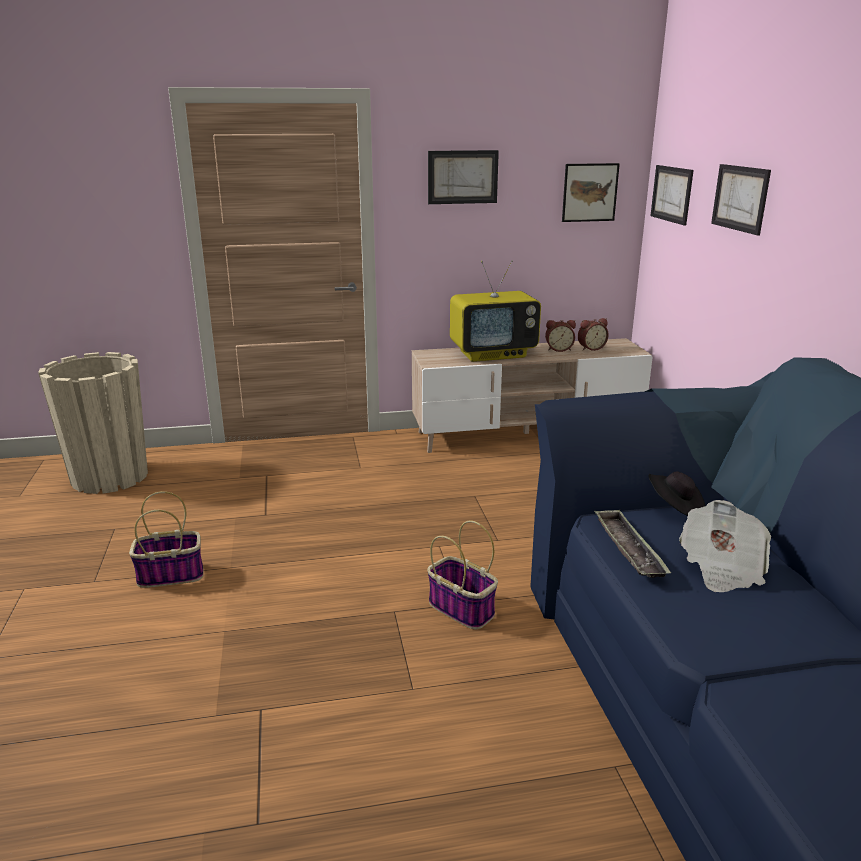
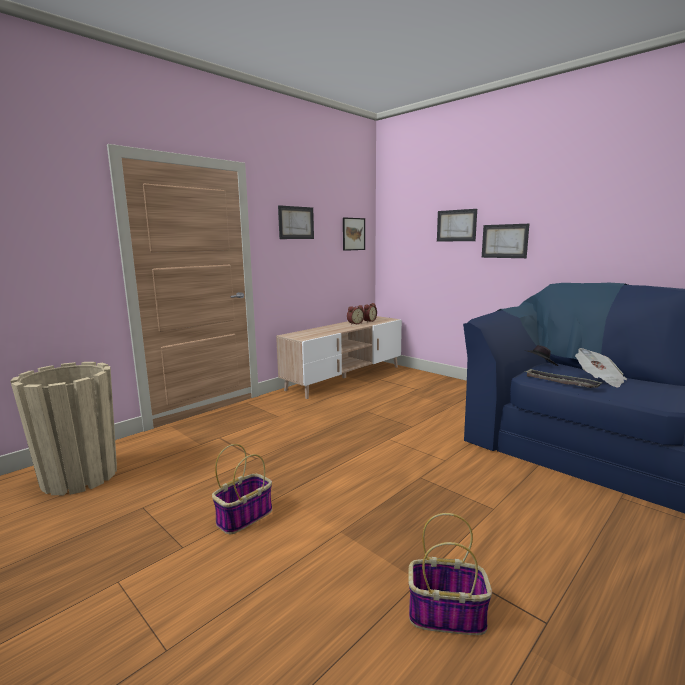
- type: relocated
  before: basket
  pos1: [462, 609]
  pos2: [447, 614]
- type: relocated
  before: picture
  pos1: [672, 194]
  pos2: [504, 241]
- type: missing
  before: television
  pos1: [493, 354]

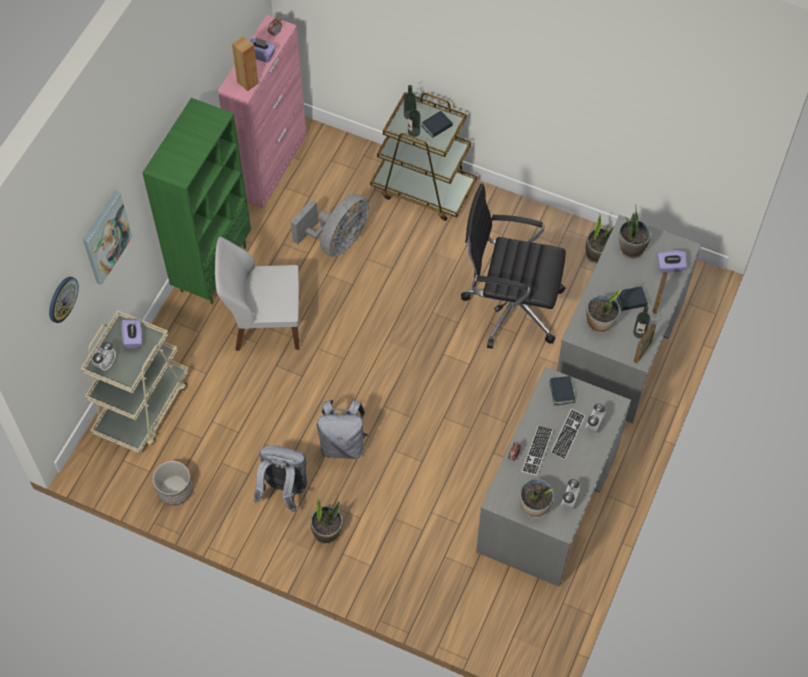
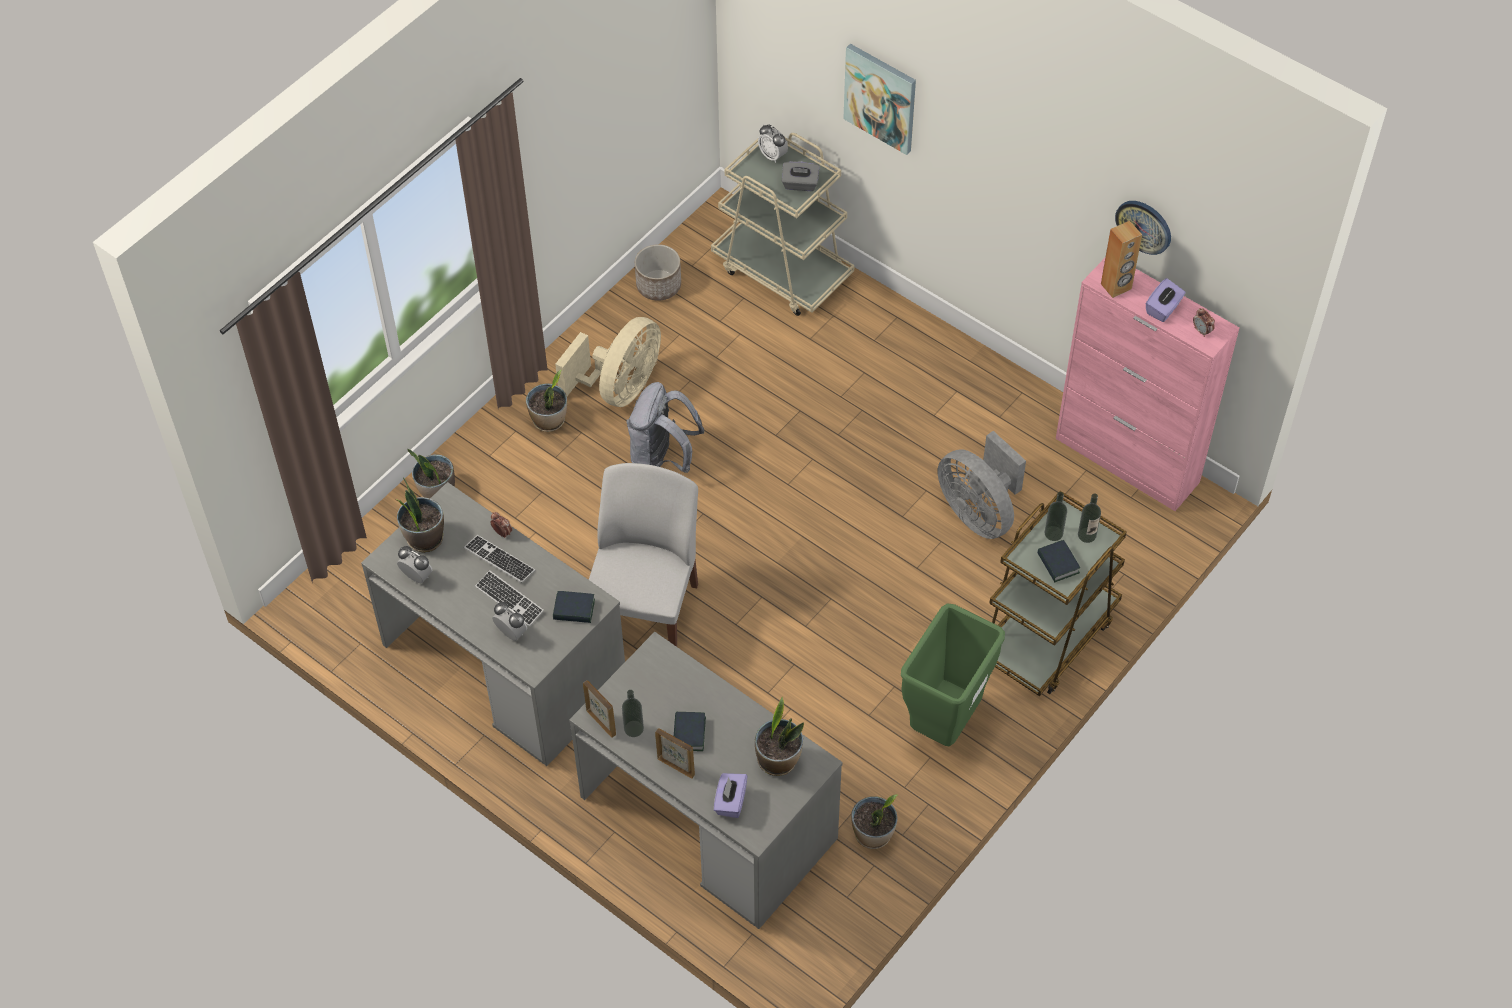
- type: relocated
  before: potted plant
  pos1: [600, 323]
  pos2: [437, 492]
- type: exchanged
  before: grey backpack
  after: beige fan
  pos1: [283, 490]
  pos2: [620, 388]
- type: relocated
  before: white chair
  pos1: [265, 323]
  pos2: [646, 610]
- type: colour
  before: purple tissue box
  after: grey tissue box
  pos1: [133, 338]
  pos2: [800, 184]
- type: appeared
  after: green trash can
  pos2: [945, 722]
- type: relocated
  before: wall clock
  pos1: [62, 299]
  pos2: [1144, 226]
- type: missing
  before: green bookcase
  pos1: [213, 268]
- type: missing
  before: black office chair
  pos1: [510, 306]

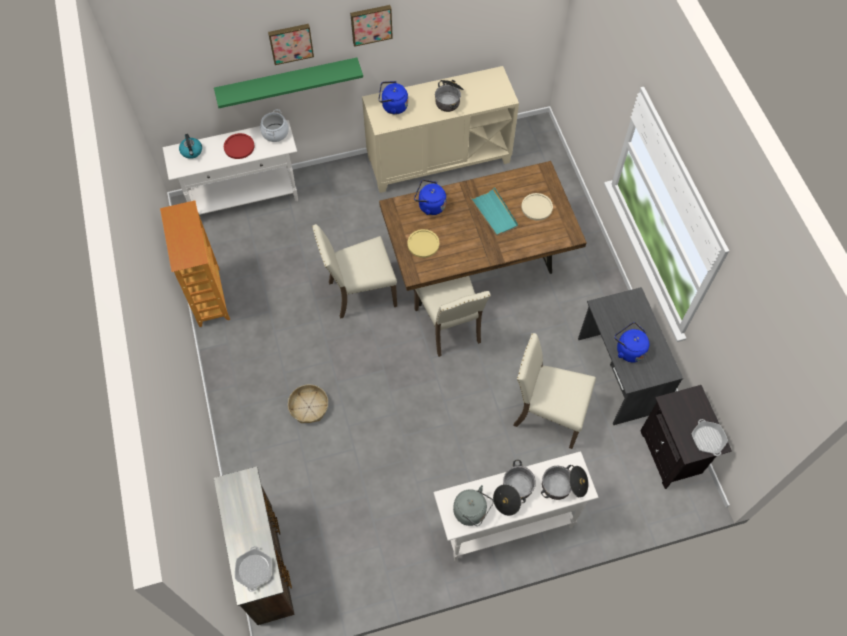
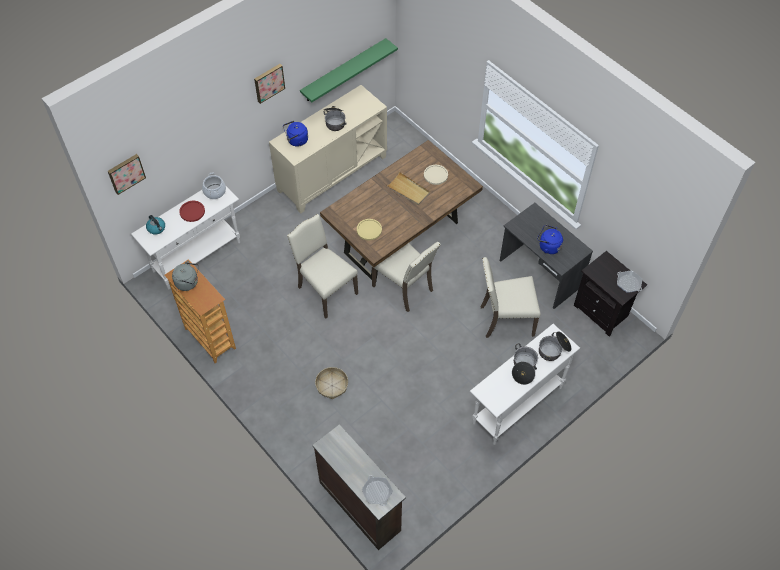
- type: relocated
  before: picture
  pos1: [291, 43]
  pos2: [126, 173]
- type: relocated
  before: grey kettle
  pos1: [472, 512]
  pos2: [188, 282]
- type: spun
  before: beige chair
  pos1: [360, 293]
  pos2: [325, 290]
  turn: 90
- type: relocated
  before: green shelf
  pos1: [287, 81]
  pos2: [344, 70]
- type: colour
  before: turquoise tray
  after: beige tray
  pos1: [494, 213]
  pos2: [408, 190]
- type: missing
  before: blue kettle
  pos1: [430, 206]

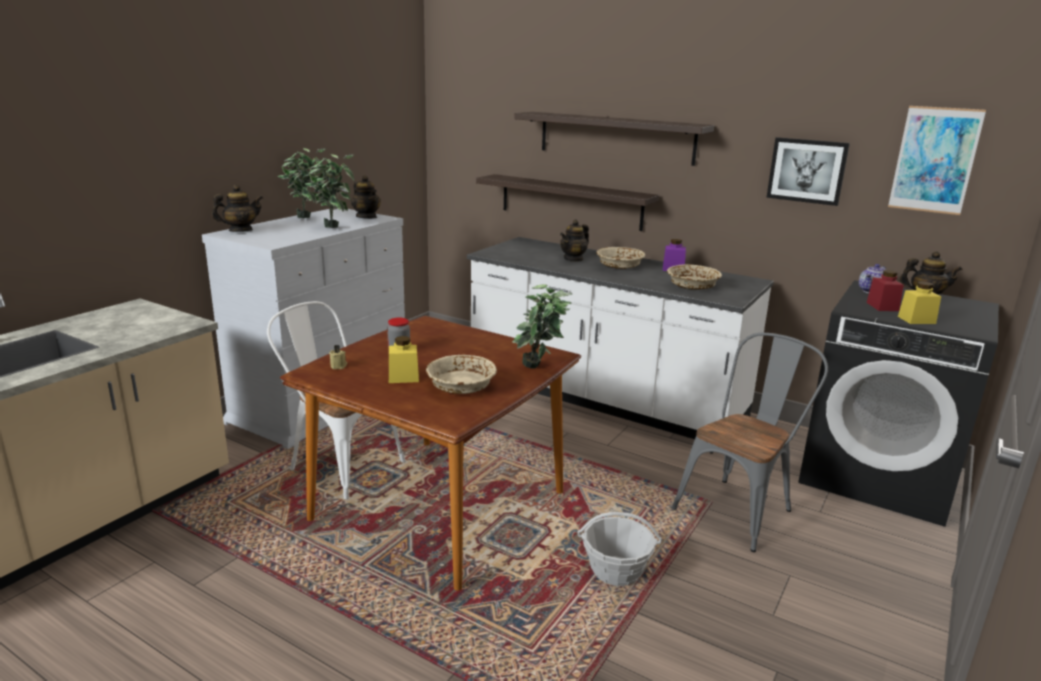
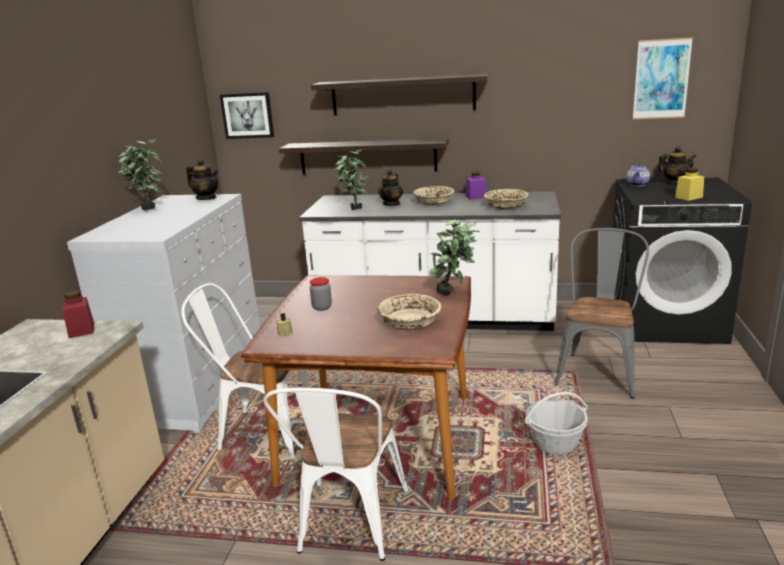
- type: relocated
  before: red jar
  pos1: [882, 306]
  pos2: [81, 330]
- type: relocated
  before: picture
  pos1: [807, 170]
  pos2: [247, 115]
- type: appeared
  after: white chair
  pos2: [349, 527]
- type: relocated
  before: potted plant
  pos1: [333, 226]
  pos2: [354, 208]
- type: missing
  before: teapot
  pos1: [240, 230]
- type: missing
  before: yellow jar
  pos1: [403, 377]

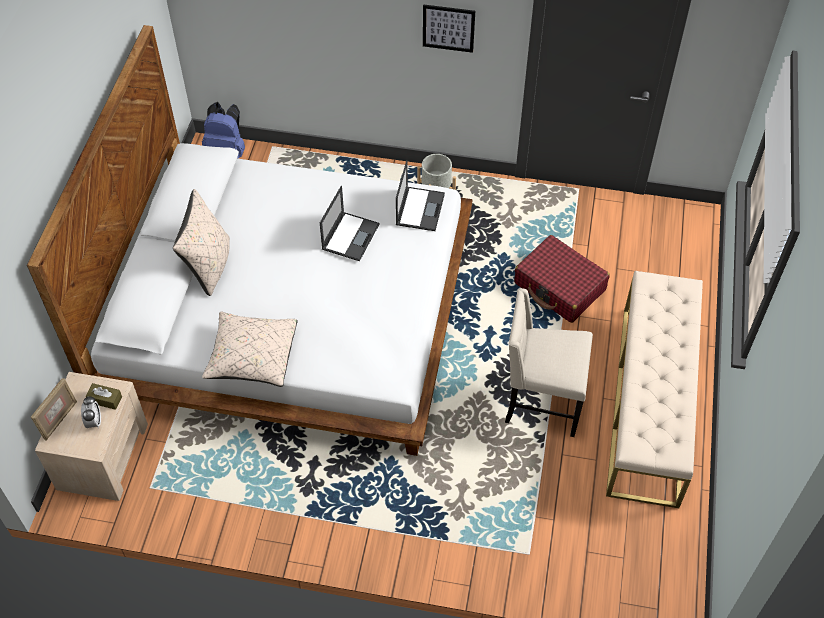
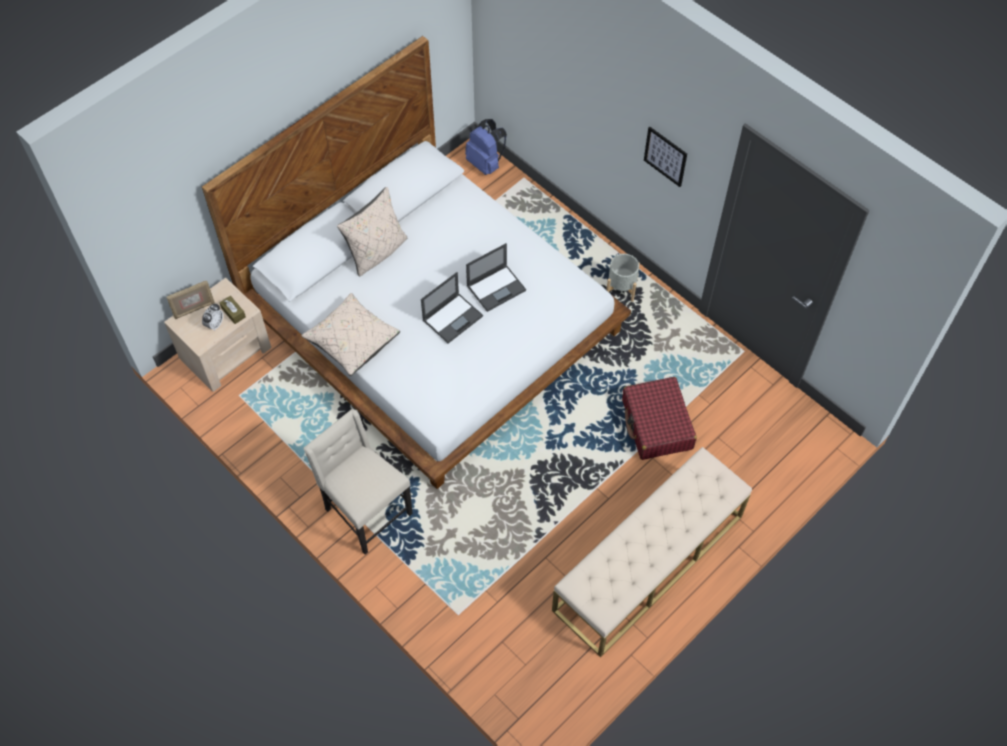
- type: relocated
  before: beige chair
  pos1: [541, 403]
  pos2: [366, 512]
- type: relocated
  before: laptop
  pos1: [420, 208]
  pos2: [453, 317]

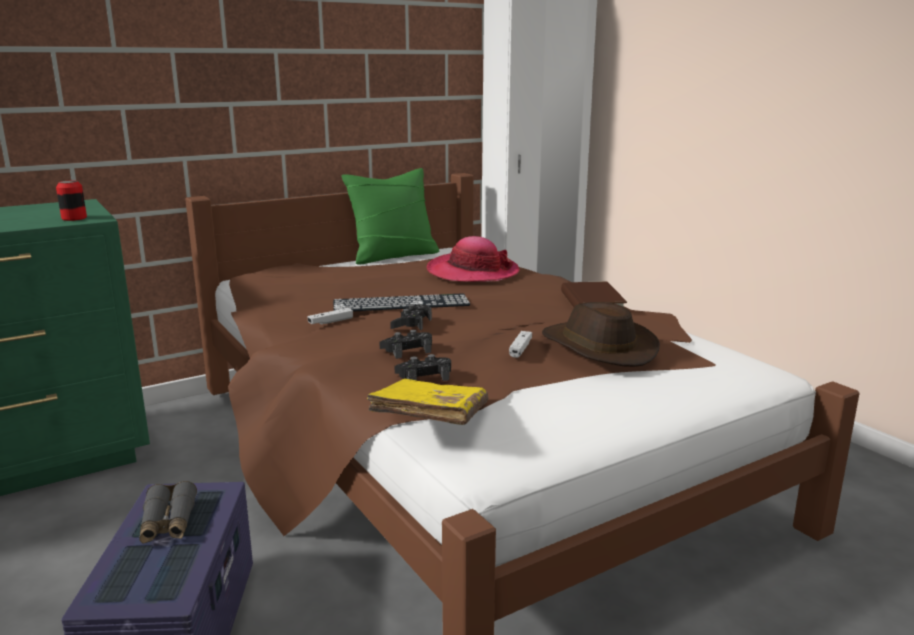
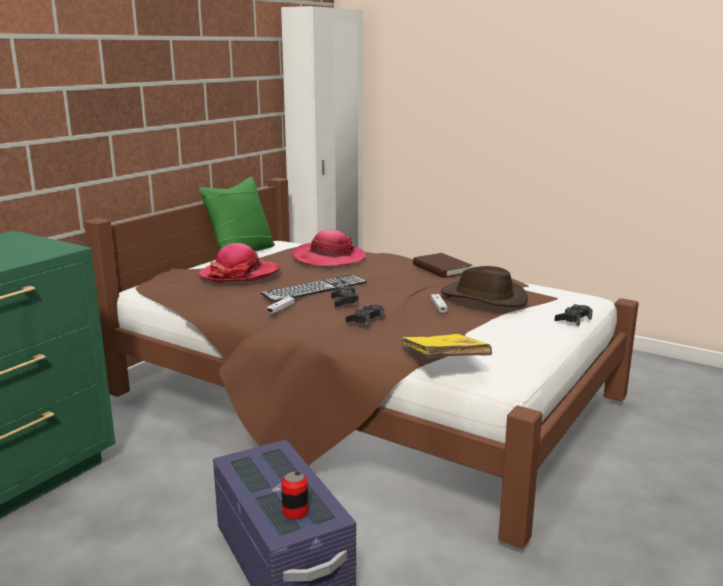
- type: appeared
  after: hat
  pos2: [239, 274]
- type: relocated
  before: can
  pos1: [74, 218]
  pos2: [295, 512]
- type: relocated
  before: black game controller
  pos1: [424, 376]
  pos2: [573, 320]
- type: missing
  before: grey binoculars
  pos1: [168, 523]

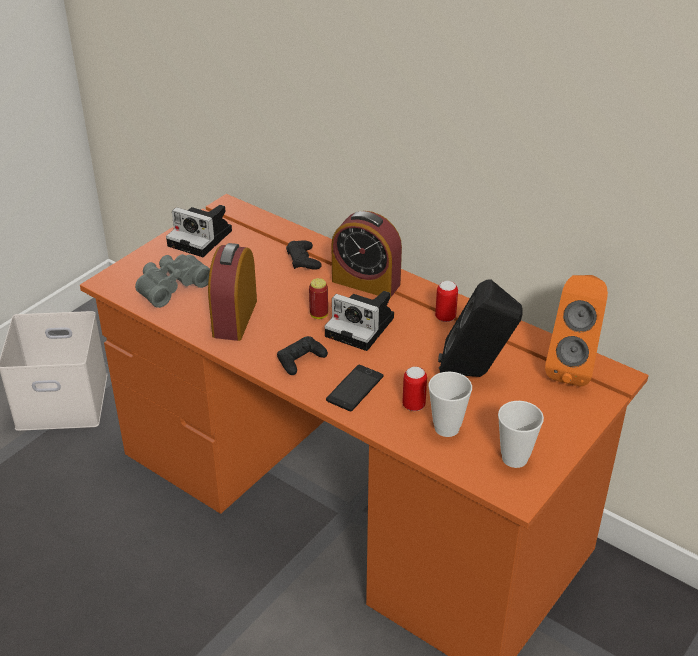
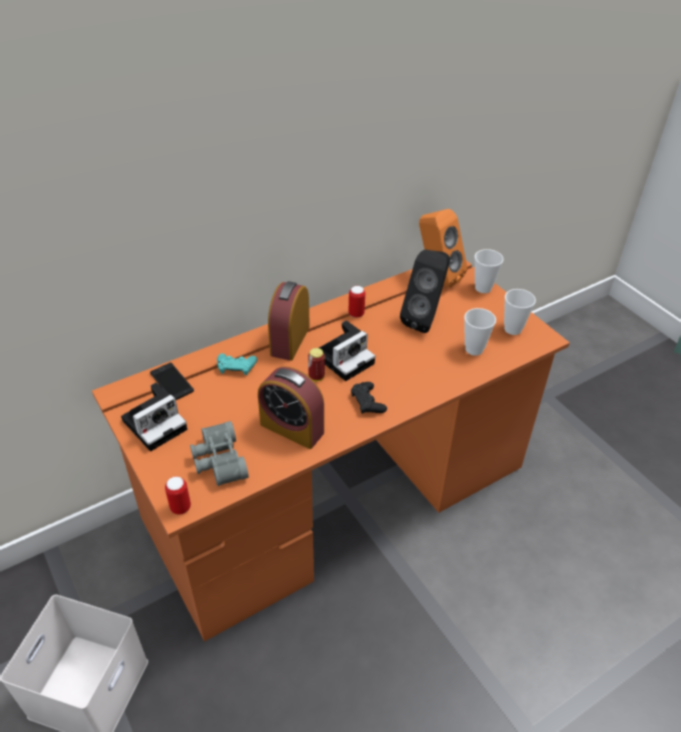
- type: relocated
  before: phone
  pos1: [355, 388]
  pos2: [172, 382]
- type: relocated
  before: can
  pos1: [413, 405]
  pos2: [180, 507]
- type: colour
  before: black game controller
  after: turquoise game controller
  pos1: [303, 260]
  pos2: [236, 367]
- type: spun
  before: alarm clock
  pos1: [366, 282]
  pos2: [290, 340]
  turn: 150
- type: appeared
  after: cup
  pos2: [483, 288]

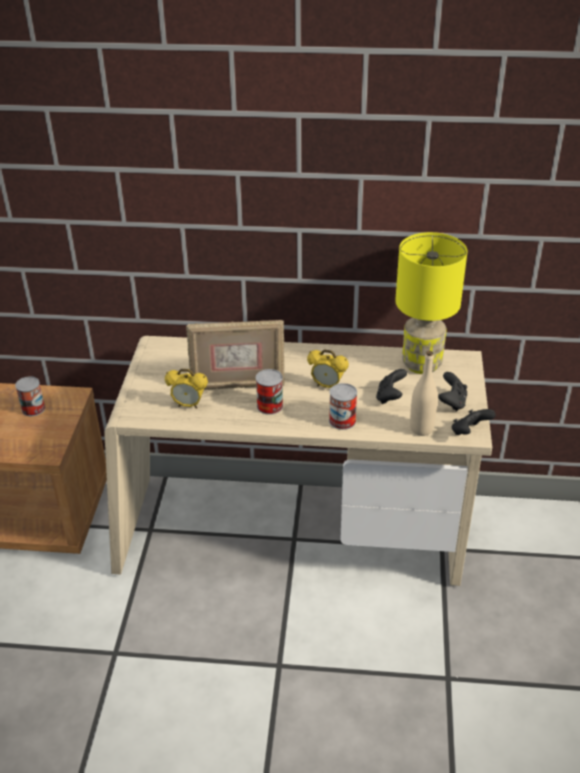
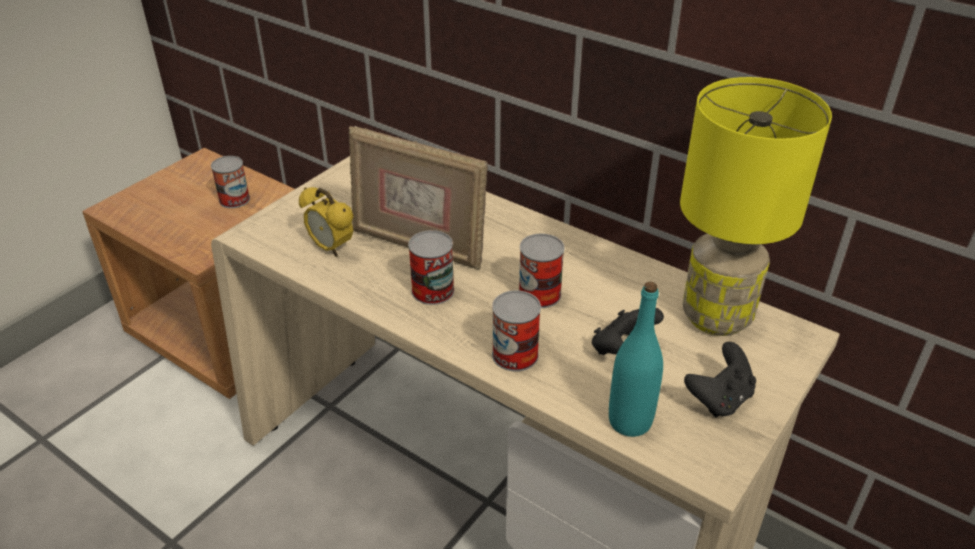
- type: exchanged
  before: alarm clock
  after: can
  pos1: [327, 386]
  pos2: [539, 294]
- type: colour
  before: beige bottle
  after: turquoise bottle
  pos1: [421, 429]
  pos2: [630, 421]
- type: missing
  before: black game controller
  pos1: [469, 432]

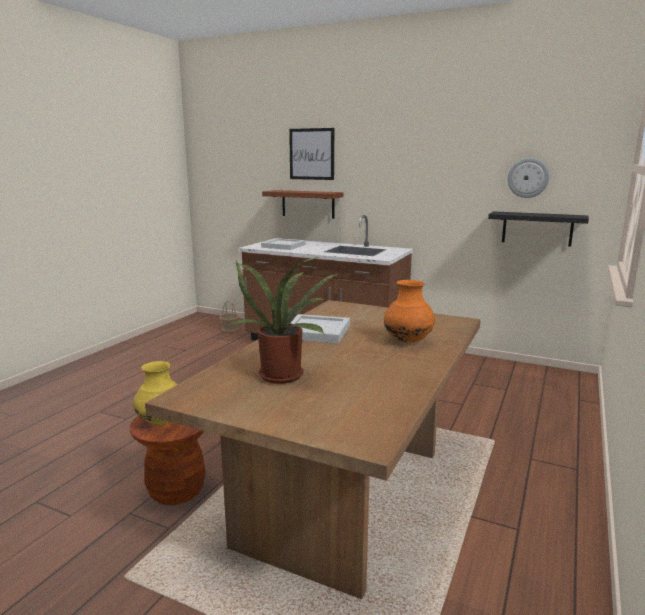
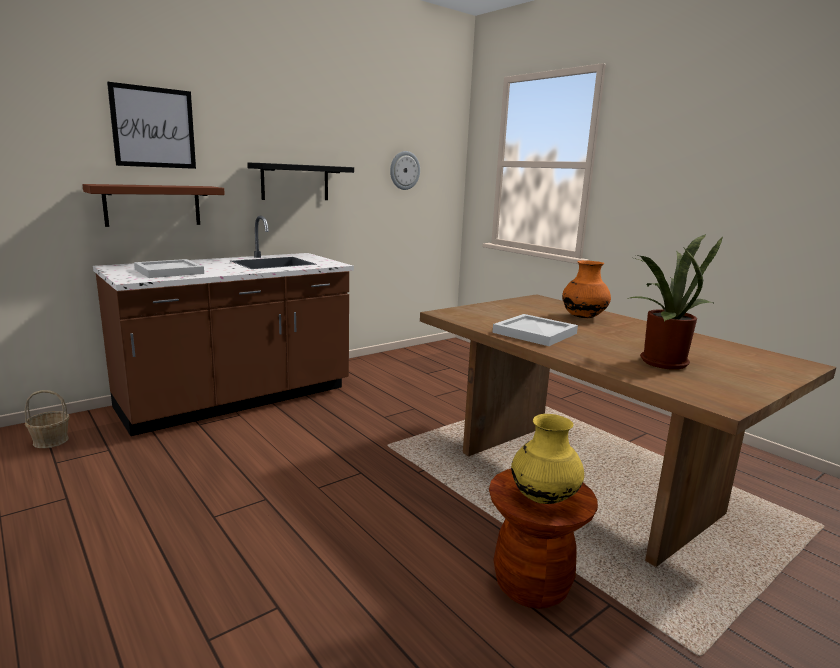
- type: relocated
  before: black shelf
  pos1: [537, 228]
  pos2: [295, 182]

